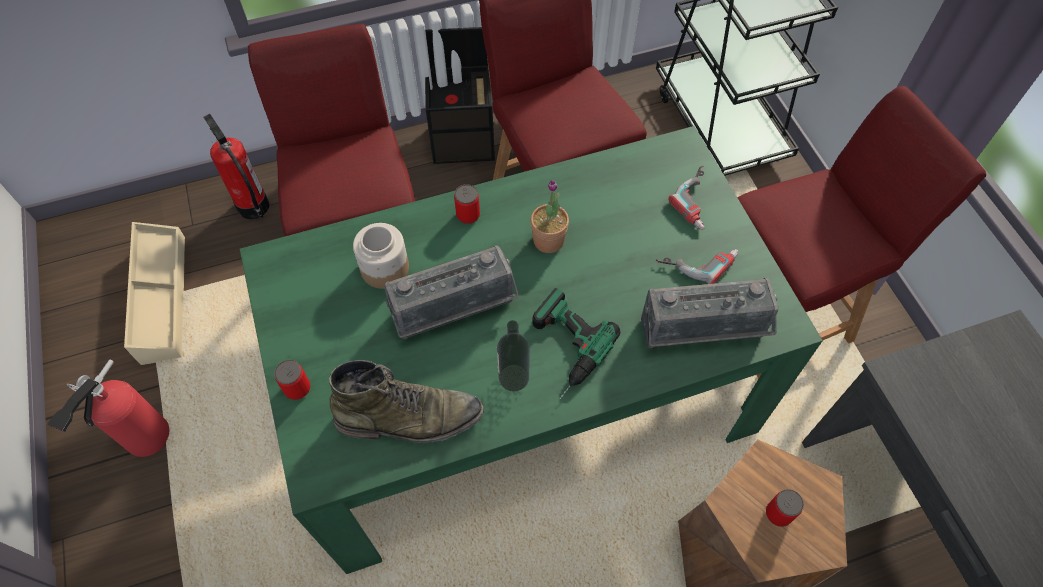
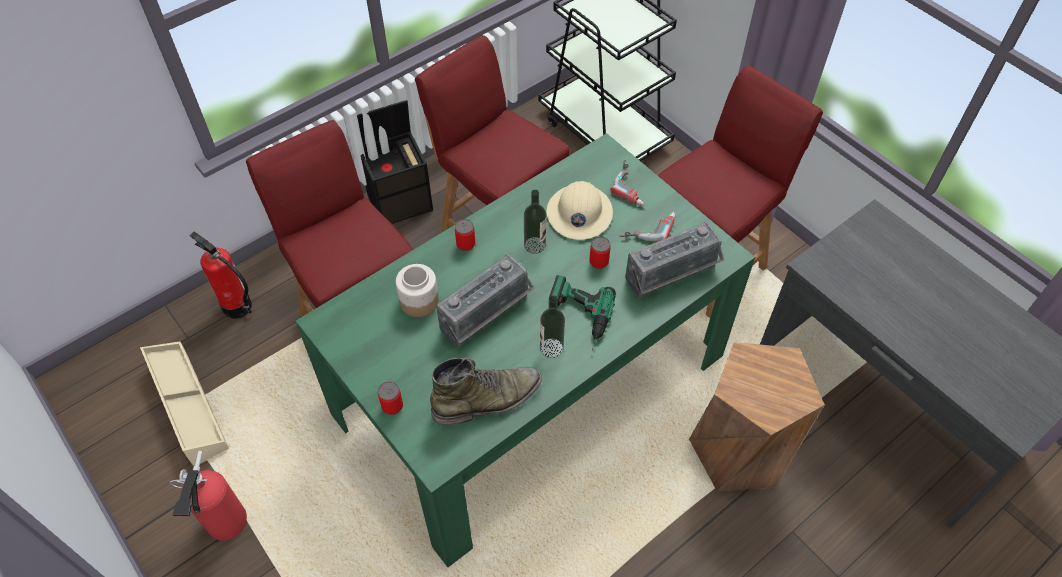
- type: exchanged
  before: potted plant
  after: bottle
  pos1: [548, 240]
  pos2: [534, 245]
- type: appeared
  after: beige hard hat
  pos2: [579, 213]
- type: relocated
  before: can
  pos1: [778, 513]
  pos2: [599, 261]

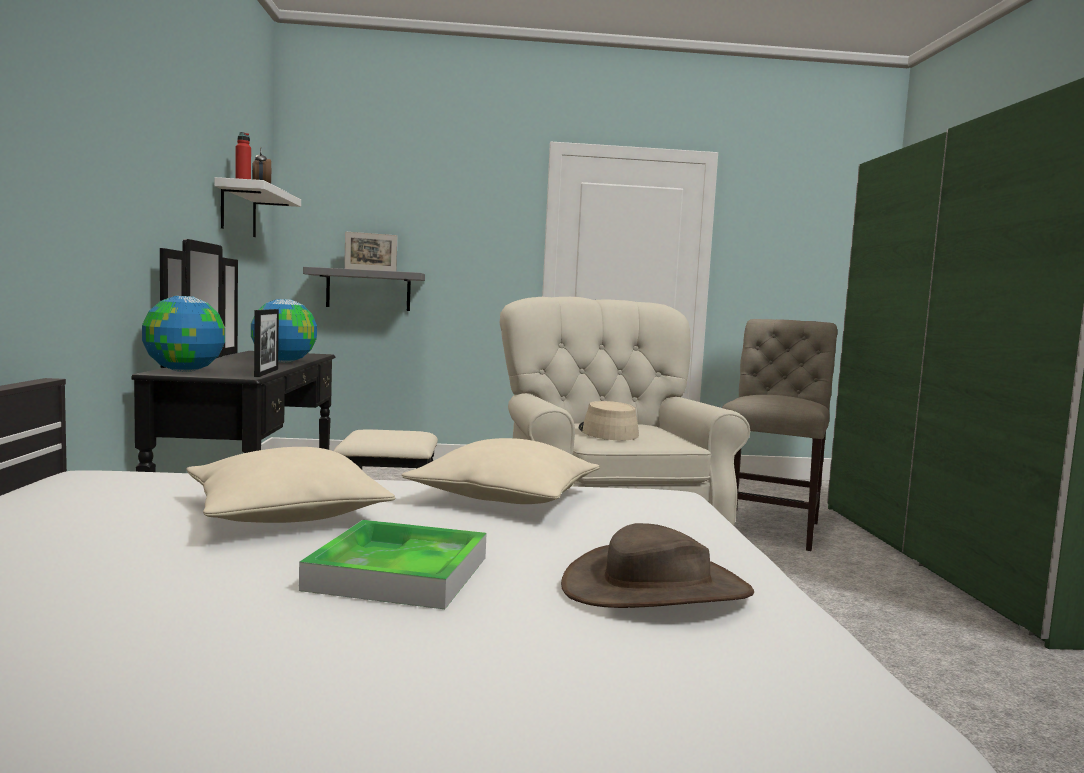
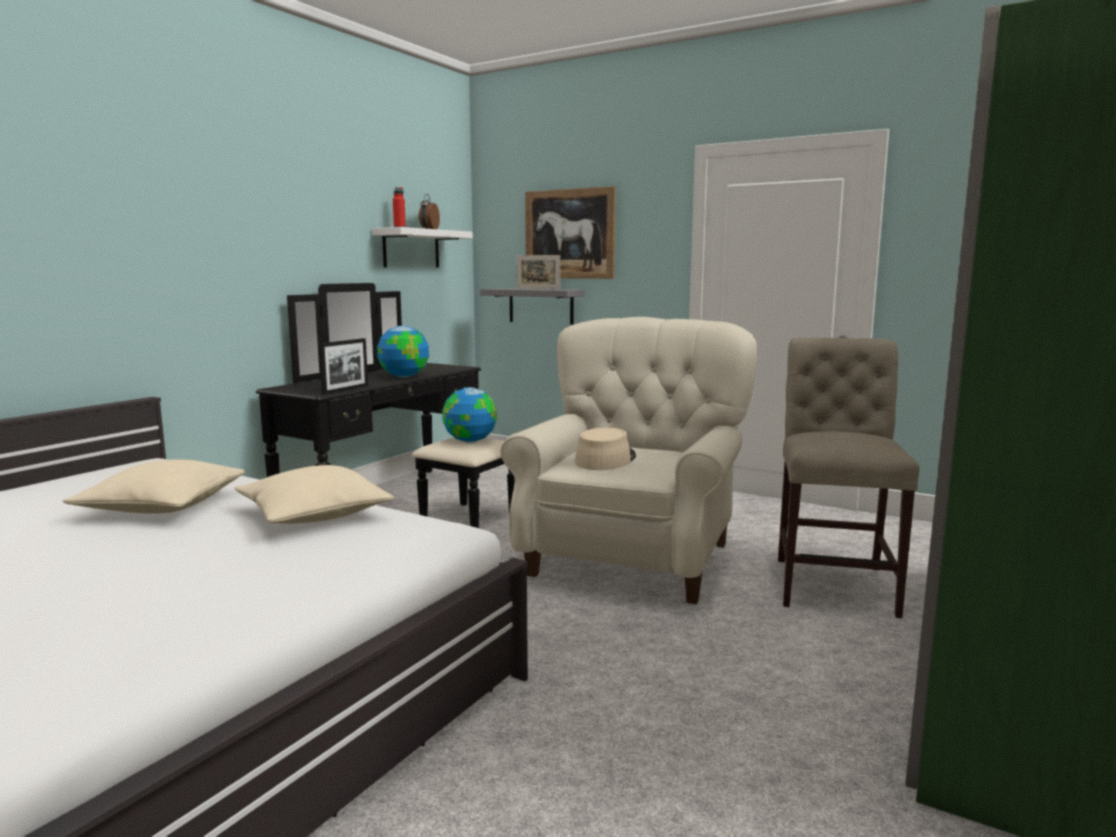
- type: relocated
  before: globe
  pos1: [183, 371]
  pos2: [469, 441]
- type: appeared
  after: picture
  pos2: [569, 234]
- type: spun
  before: beige chair
  pos1: [769, 527]
  pos2: [834, 582]
  turn: -45
- type: missing
  before: tray
  pos1: [399, 573]
- type: missing
  before: brown hat
  pos1: [657, 589]

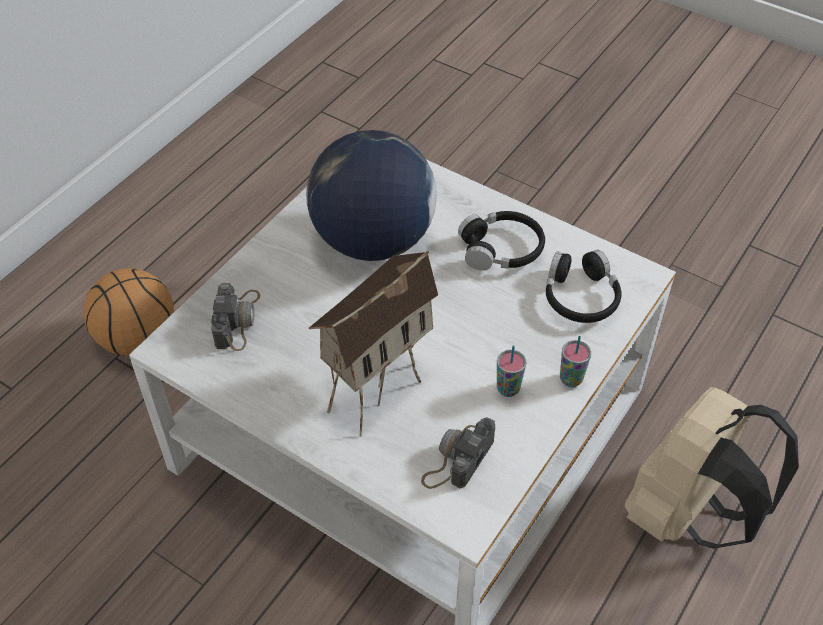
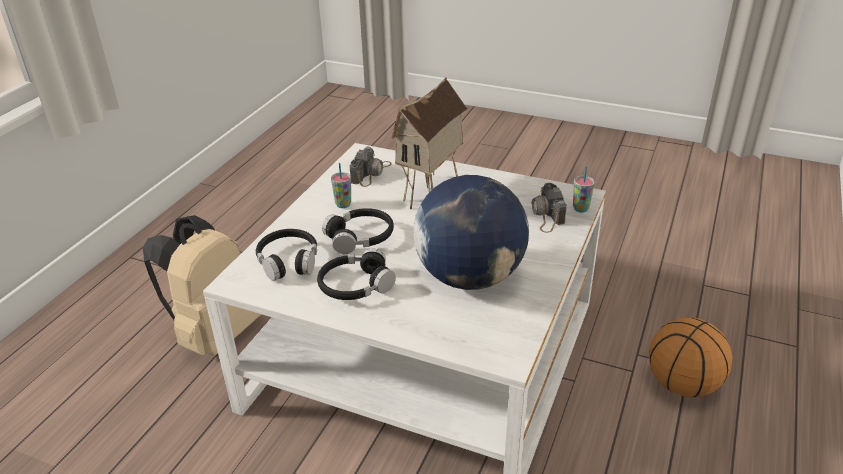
- type: appeared
  after: black headphones
  pos2: [360, 238]
- type: relocated
  before: cup
  pos1: [571, 379]
  pos2: [580, 209]

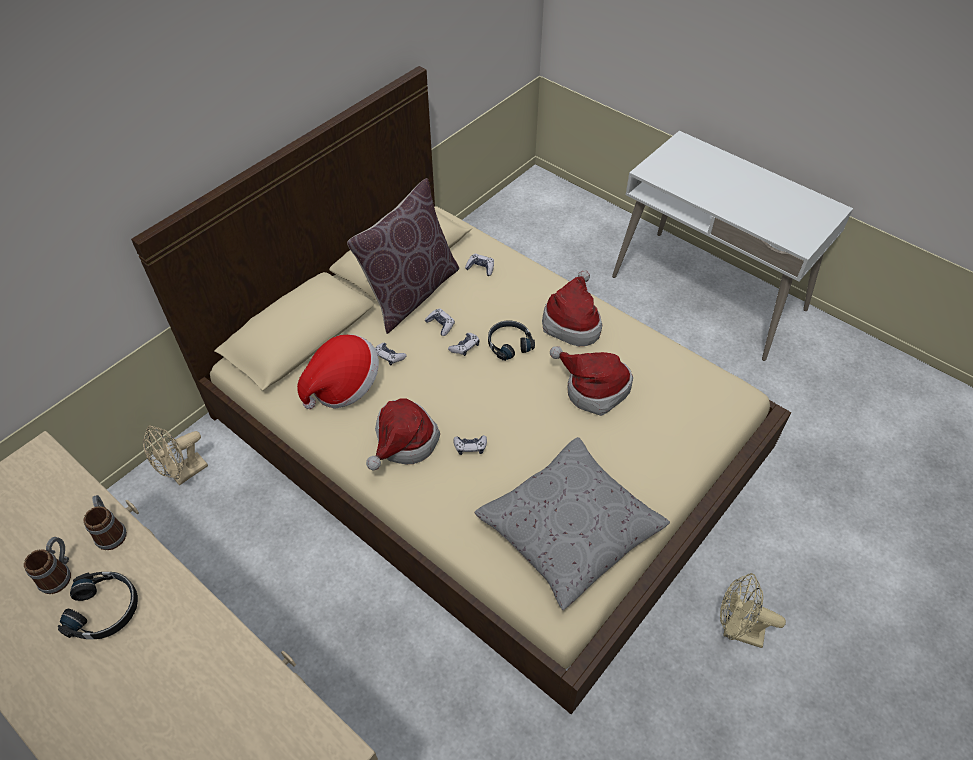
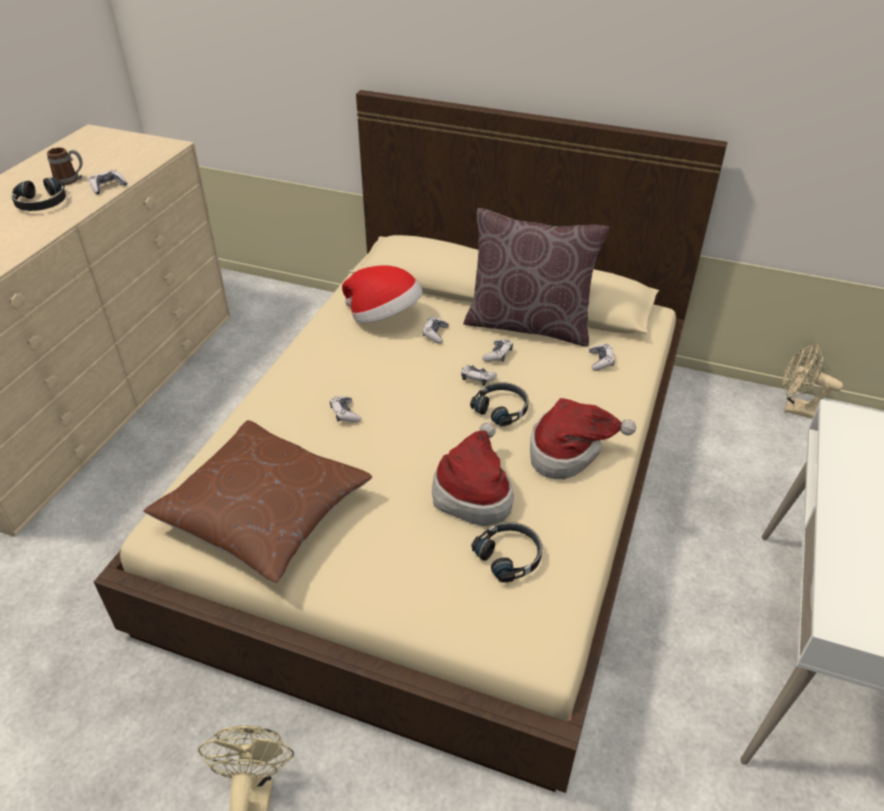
- type: exchanged
  before: mug
  after: game controller
  pos1: [110, 531]
  pos2: [108, 187]
- type: colour
  before: grey pillow
  after: brown pillow
  pos1: [569, 530]
  pos2: [264, 513]
- type: appeared
  after: black headphones
  pos2: [510, 556]
- type: relocated
  before: beige fan
  pos1: [184, 474]
  pos2: [796, 409]
- type: missing
  before: hat
  pos1: [403, 442]

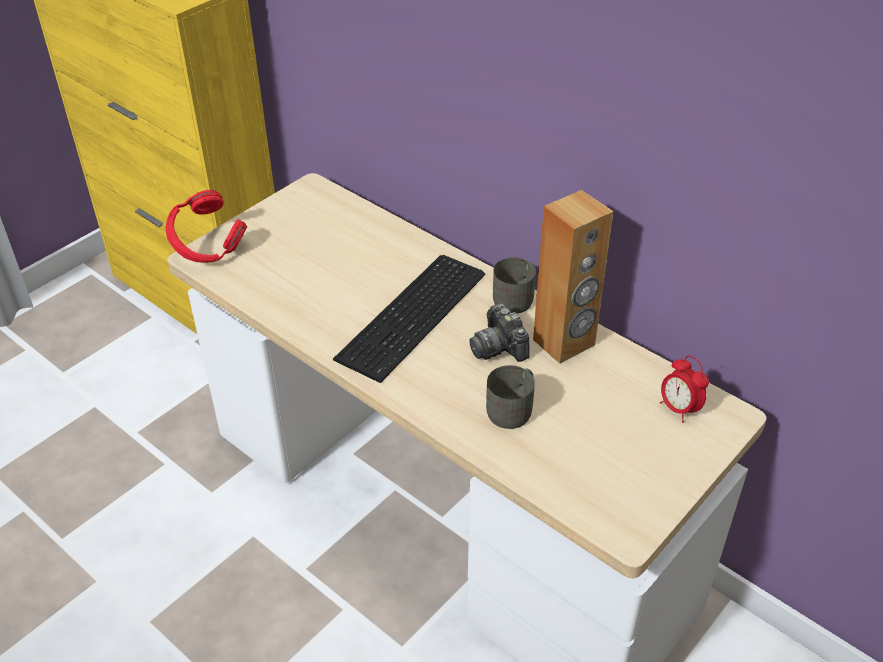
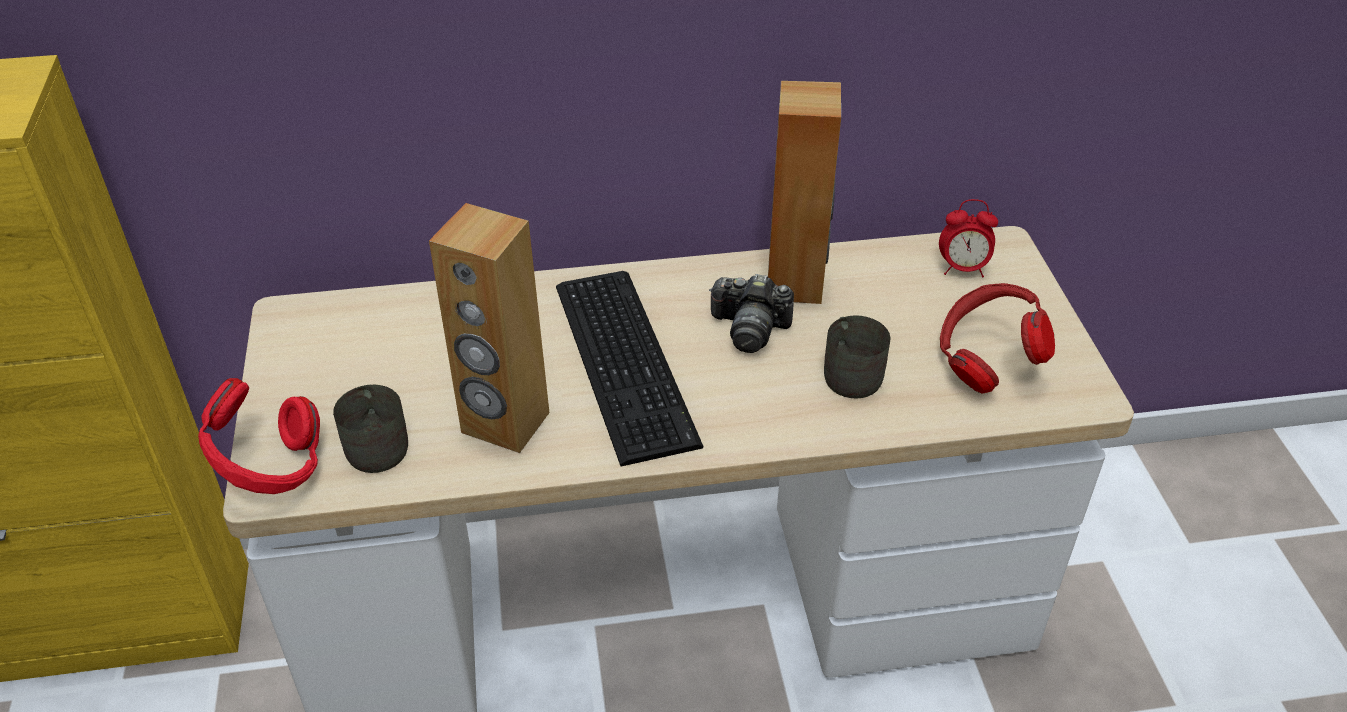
- type: relocated
  before: grey mug
  pos1: [517, 298]
  pos2: [378, 443]
- type: appeared
  after: brown speaker
  pos2: [505, 423]
- type: appeared
  after: red headphones
  pos2: [986, 362]

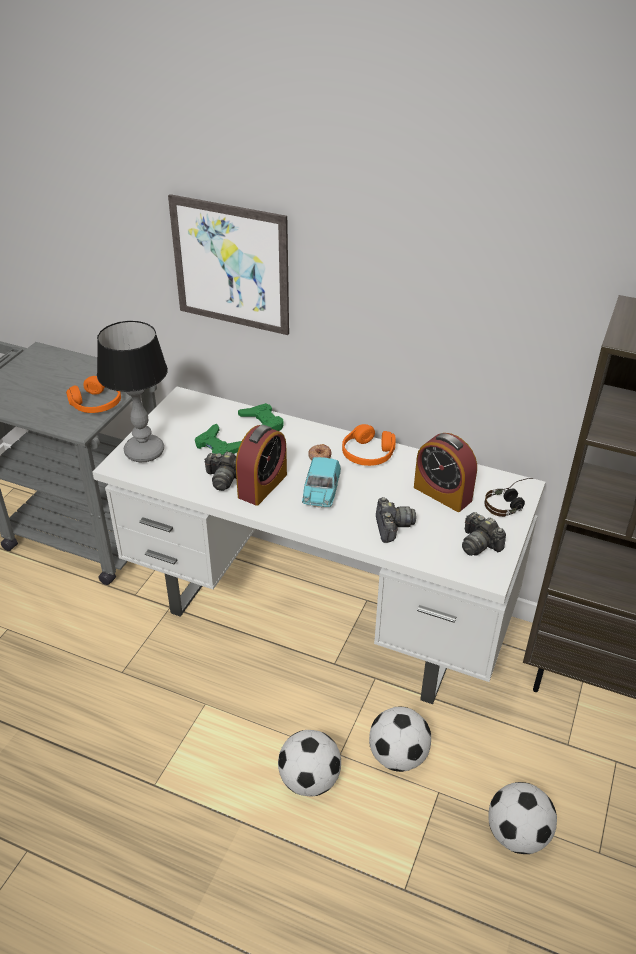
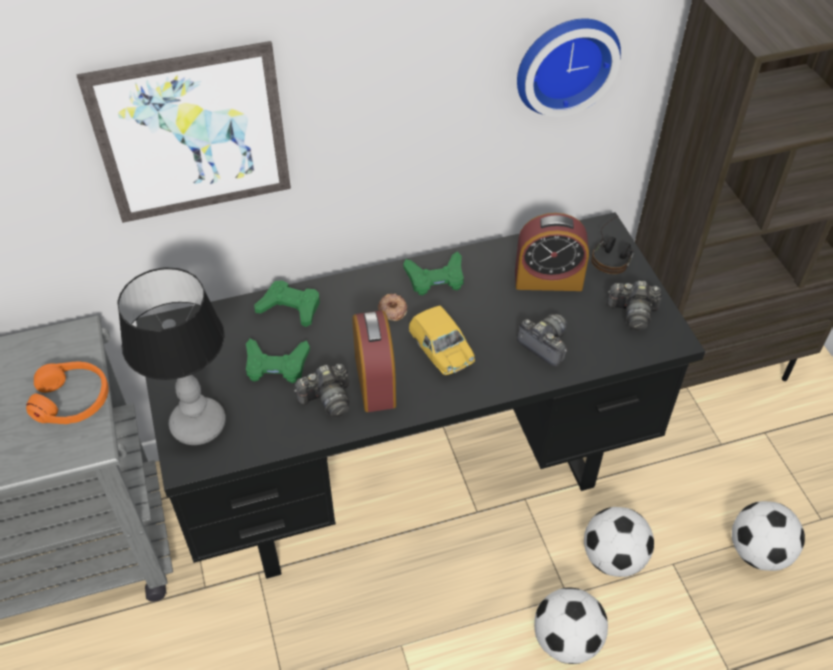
- type: colour
  before: white desk
  after: black desk
  pos1: [318, 617]
  pos2: [417, 475]
- type: exchanged
  before: orange headphones
  after: green game controller
  pos1: [367, 454]
  pos2: [435, 278]
- type: colour
  before: turquoise toy car
  after: yellow toy car
  pos1: [321, 493]
  pos2: [441, 352]
- type: appeared
  after: wall clock
  pos2: [564, 62]

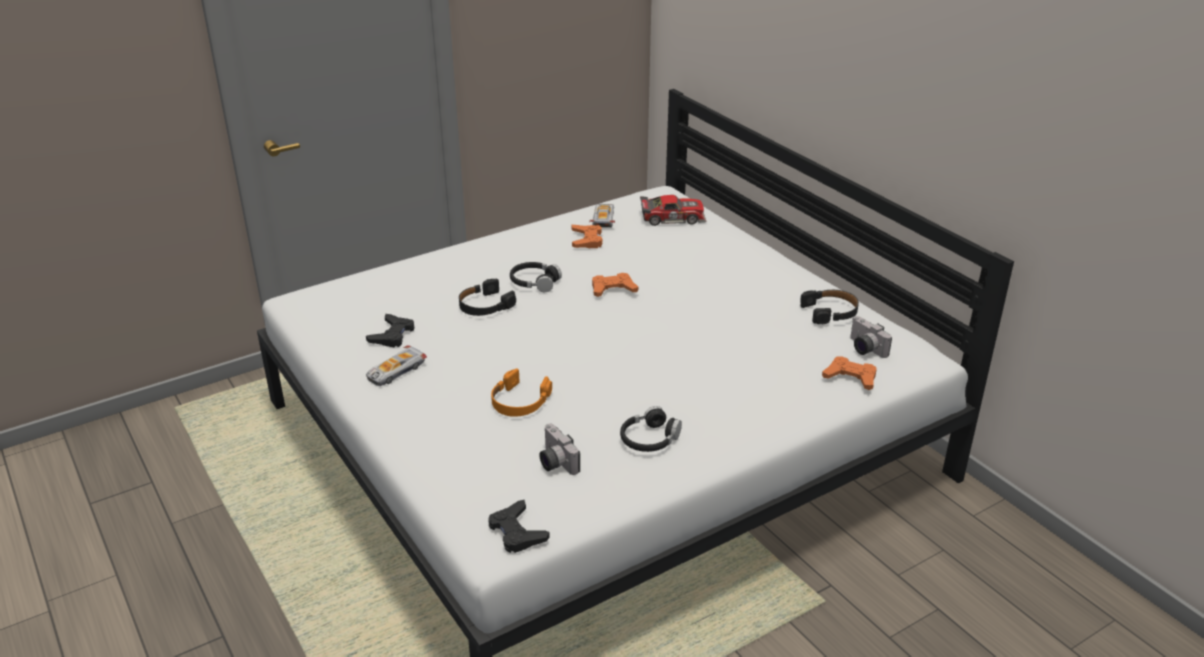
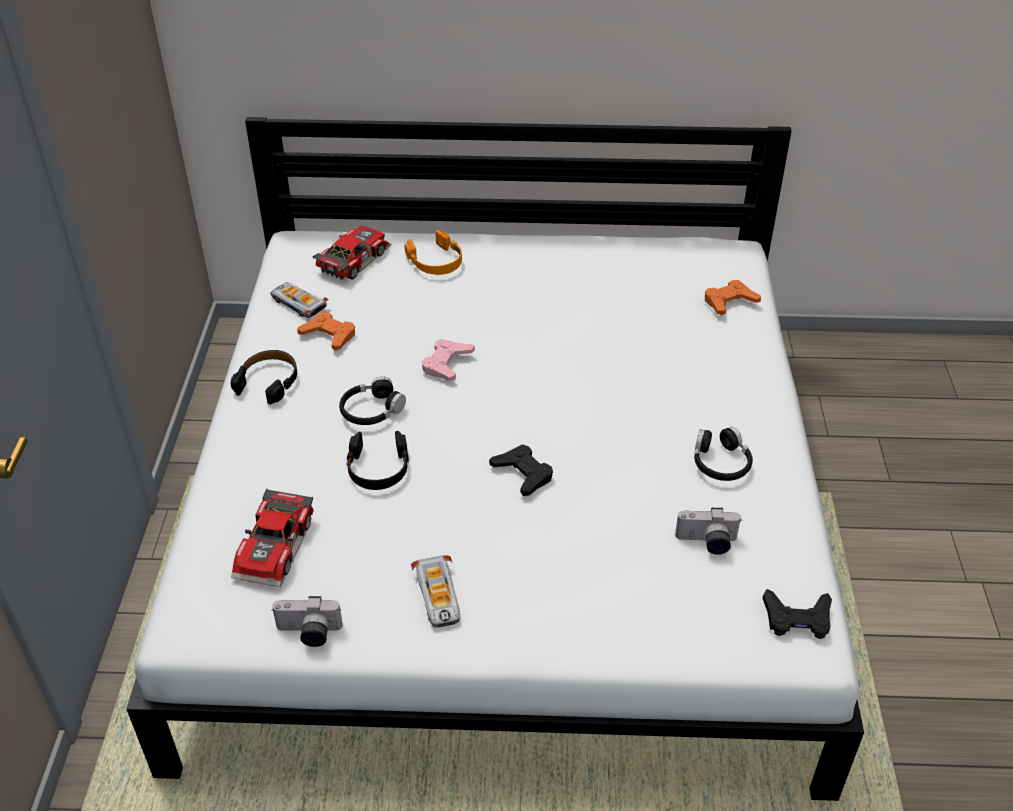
- type: relocated
  before: black headphones
  pos1: [830, 312]
  pos2: [268, 381]
- type: appeared
  after: toy car
  pos2: [278, 547]
- type: relocated
  before: photo camera
  pos1: [864, 348]
  pos2: [308, 633]
- type: relocated
  before: orange headphones
  pos1: [519, 402]
  pos2: [436, 261]
- type: colour
  before: orange game controller
  after: pink game controller
  pos1: [613, 289]
  pos2: [446, 363]
- type: relocated
  before: black game controller
  pos1: [392, 335]
  pos2: [523, 473]

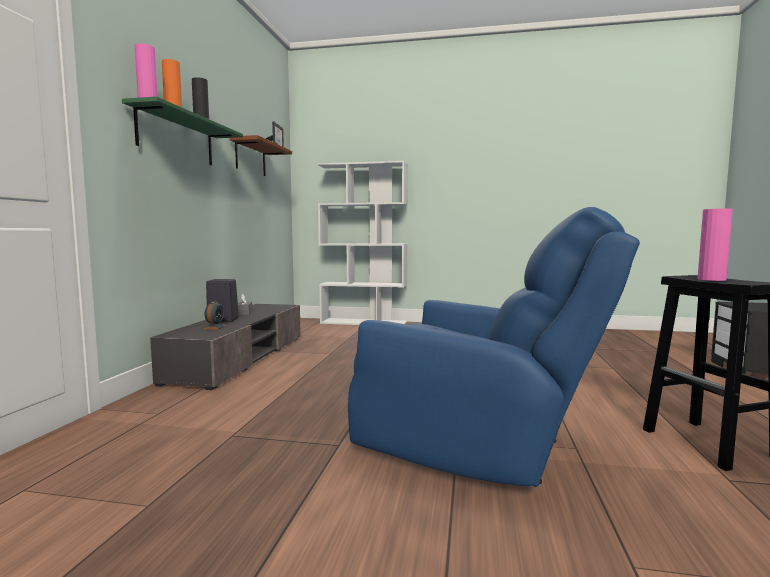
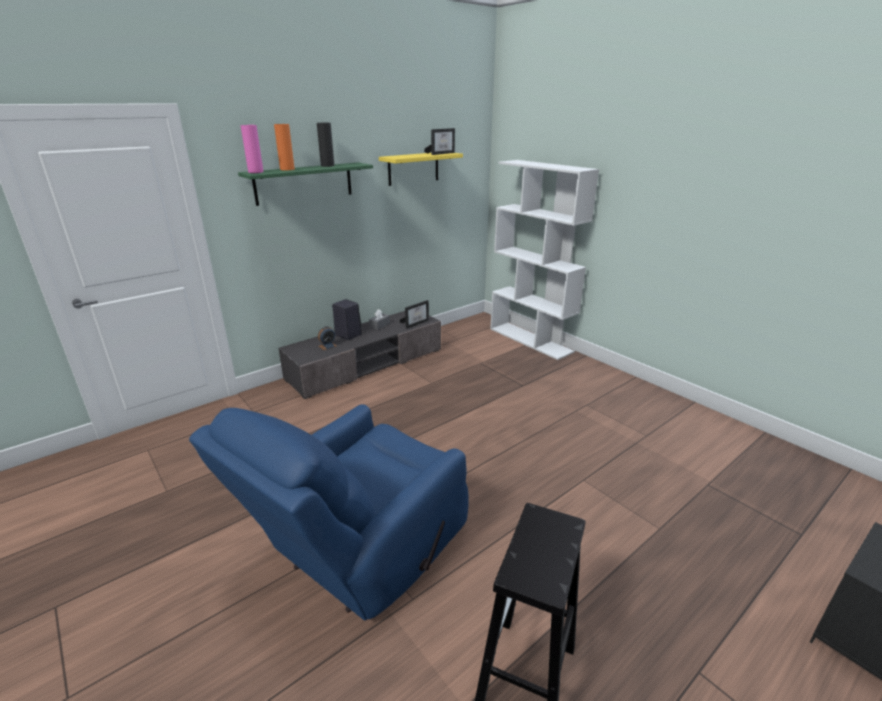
- type: spun
  before: blue armchair
  pos1: [485, 446]
  pos2: [359, 553]
  turn: 60
- type: colour
  before: brown shelf
  after: yellow shelf
  pos1: [250, 158]
  pos2: [413, 168]
- type: appeared
  after: picture frame
  pos2: [415, 323]
- type: missing
  before: pink vase
  pos1: [711, 279]

